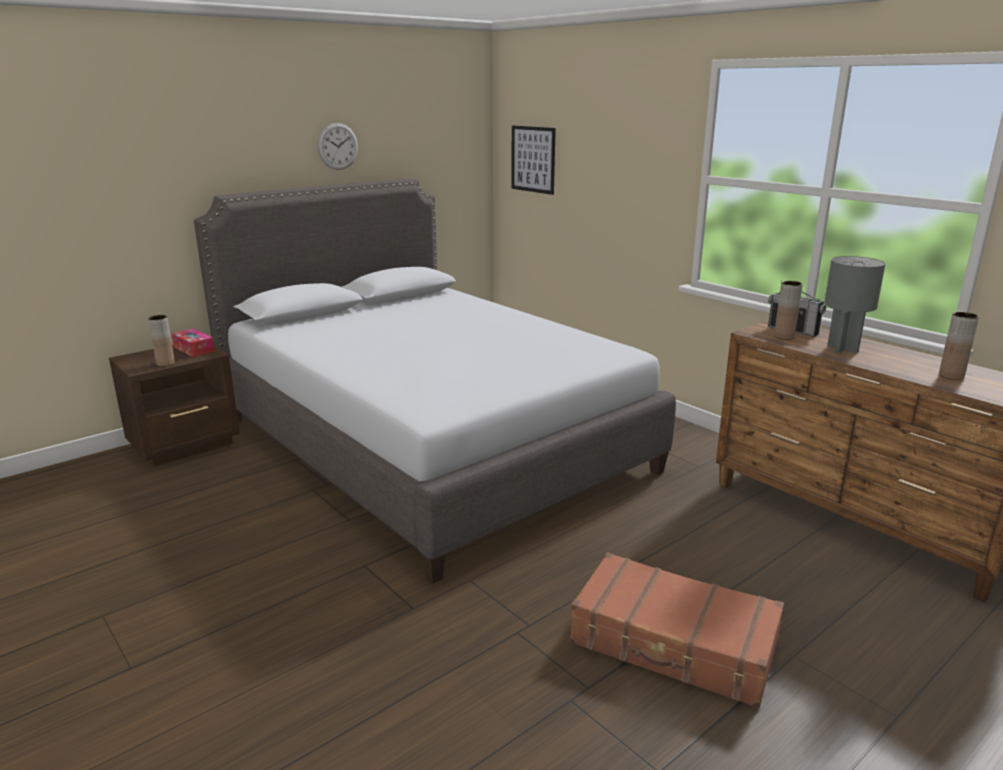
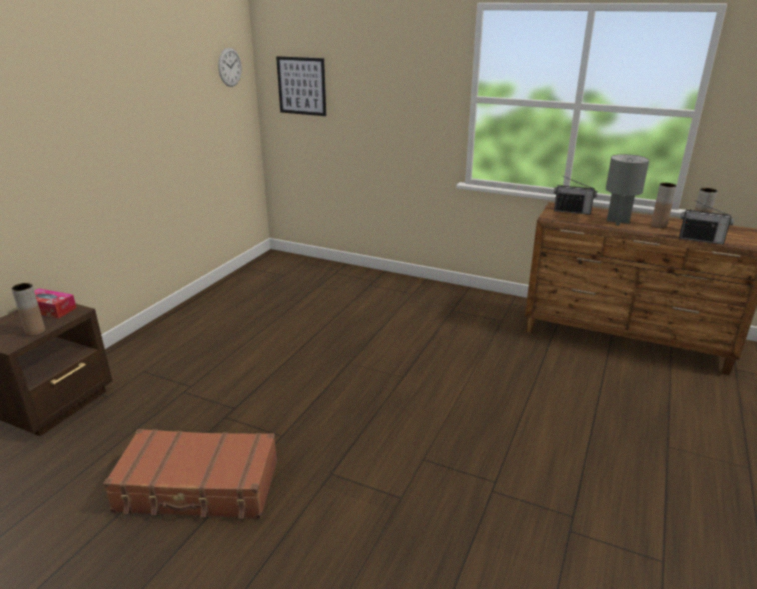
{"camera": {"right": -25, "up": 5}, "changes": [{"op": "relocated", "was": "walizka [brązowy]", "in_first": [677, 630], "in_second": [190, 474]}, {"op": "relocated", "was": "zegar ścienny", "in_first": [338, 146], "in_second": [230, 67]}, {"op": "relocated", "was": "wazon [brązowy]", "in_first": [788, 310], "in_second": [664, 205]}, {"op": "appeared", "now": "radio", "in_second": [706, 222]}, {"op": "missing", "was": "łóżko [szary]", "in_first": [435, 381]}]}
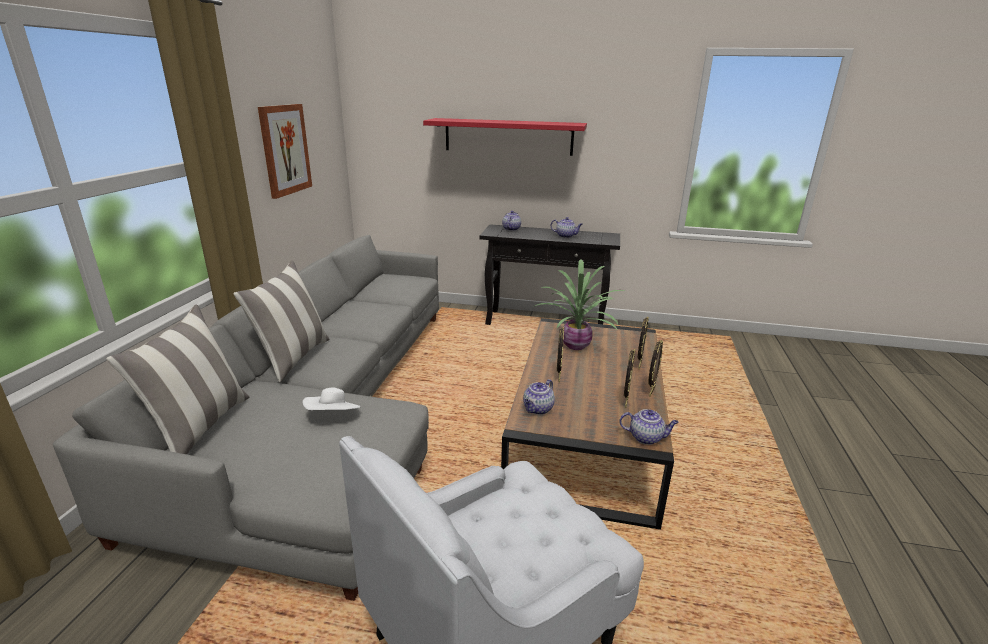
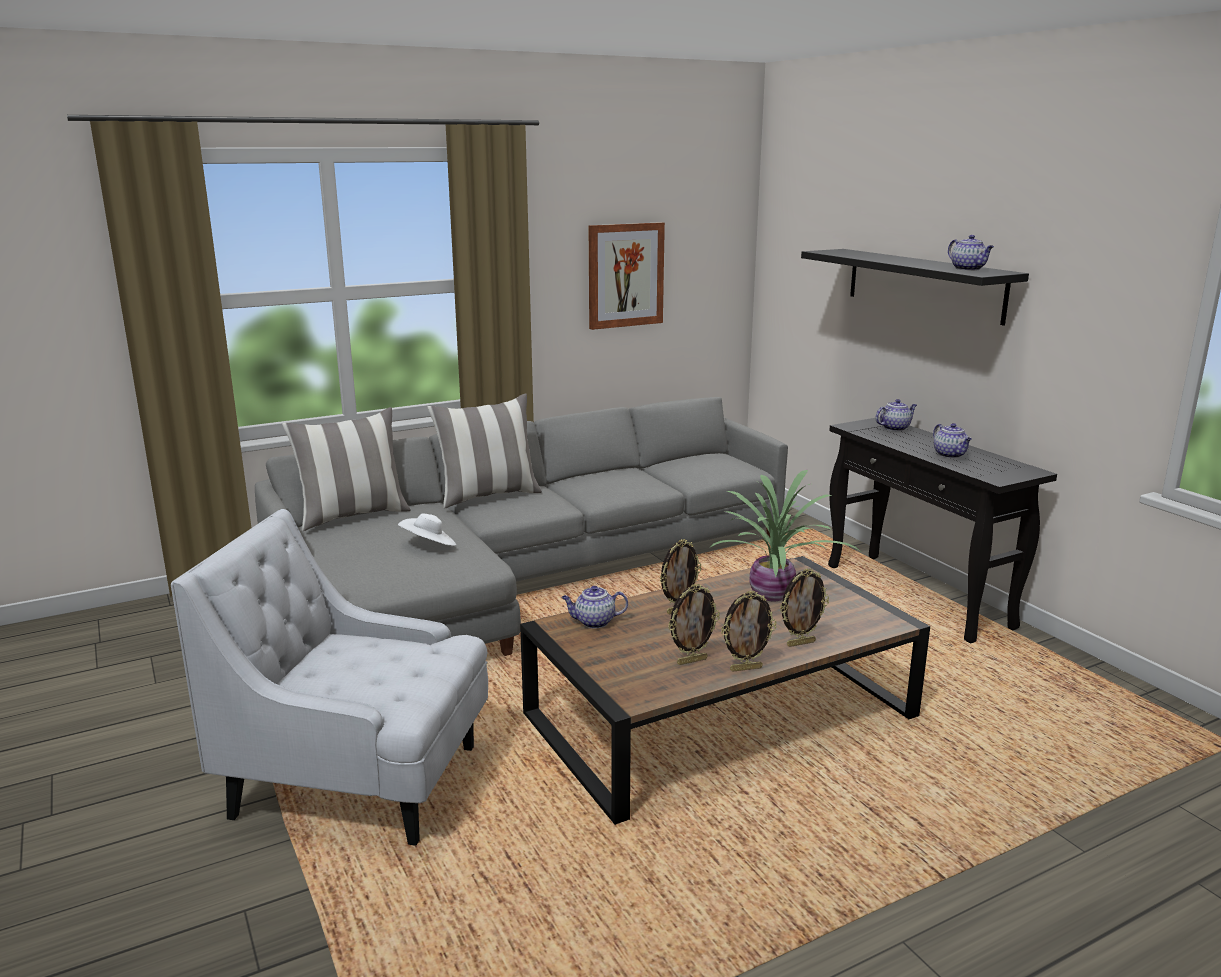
{"camera": {"right": 50, "up": -5}, "changes": [{"op": "colour", "was": "półka [czerwony]", "now": "półka [czarny]", "in_first": [505, 137], "in_second": [915, 287]}, {"op": "relocated", "was": "imbryk", "in_first": [649, 427], "in_second": [971, 253]}]}
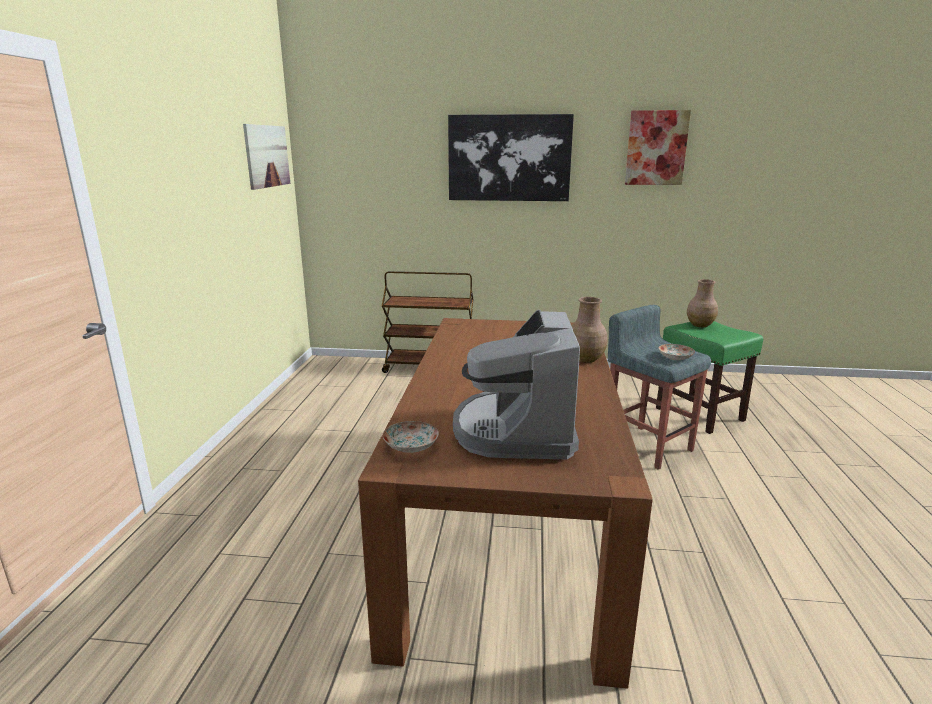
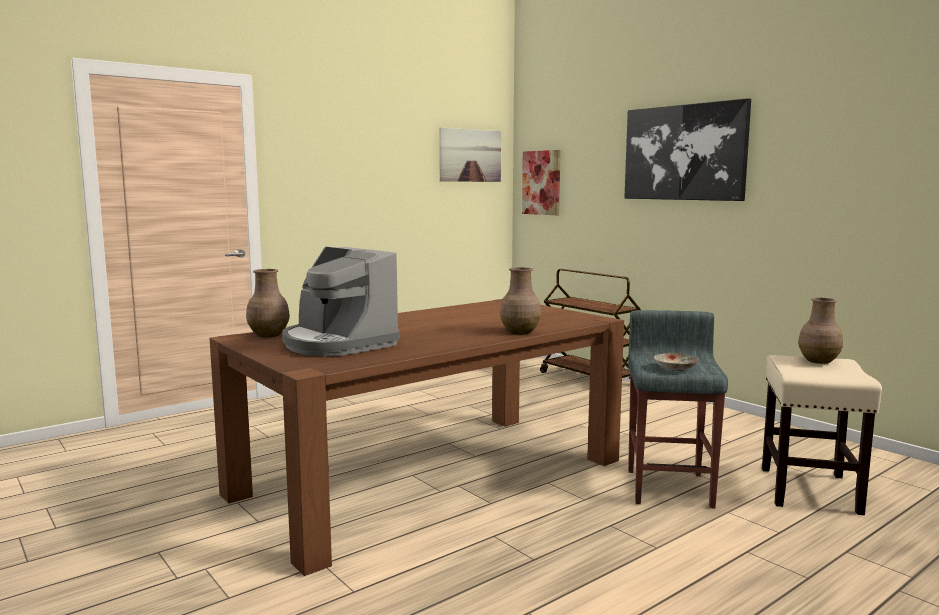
{"camera": {"right": 45, "up": -10}, "changes": [{"op": "exchanged", "was": "talerz", "now": "wazon [brązowy]", "in_first": [411, 437], "in_second": [268, 303]}, {"op": "spun", "was": "ekspres do kawy", "in_first": [516, 384], "in_second": [341, 302], "clockwise": -90}, {"op": "relocated", "was": "obraz", "in_first": [658, 147], "in_second": [541, 182]}, {"op": "colour", "was": "stołek [zielony]", "now": "stołek [beżowy]", "in_first": [709, 377], "in_second": [822, 435]}]}
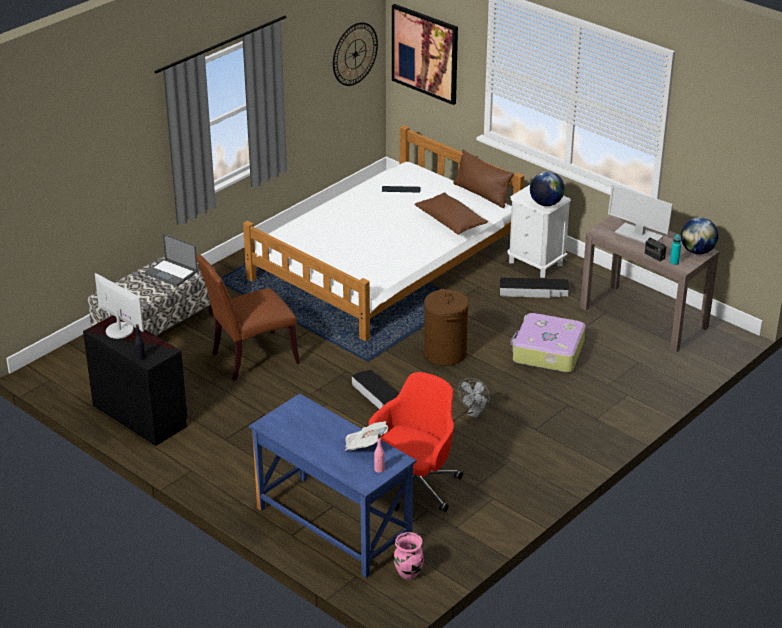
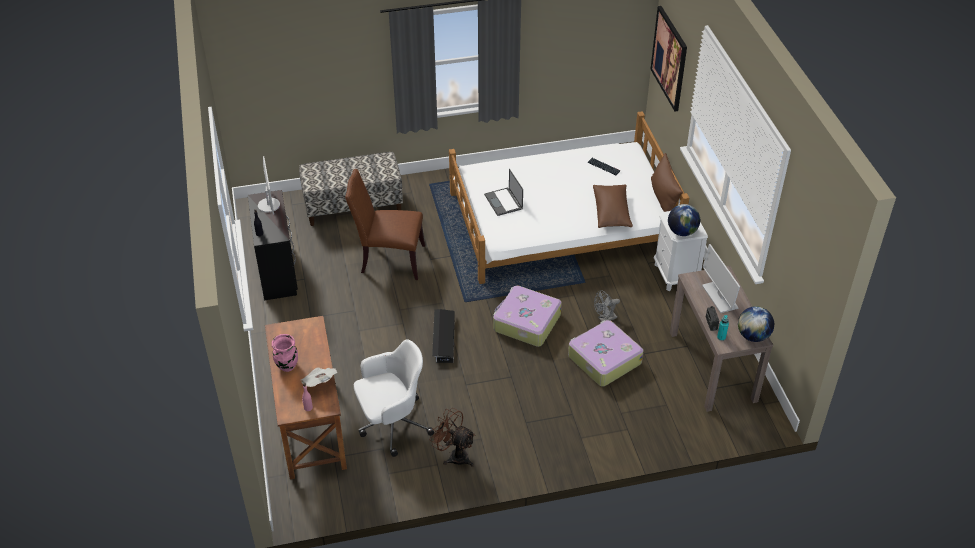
{"camera": {"right": 35, "up": 10}, "changes": [{"op": "colour", "was": "biurko [niebieski]", "now": "biurko [brązowy]", "in_first": [332, 485], "in_second": [306, 398]}, {"op": "relocated", "was": "wazon [różowy]", "in_first": [409, 555], "in_second": [285, 353]}, {"op": "colour", "was": "krzesło biurowe [czerwony]", "now": "krzesło biurowe [biały]", "in_first": [416, 442], "in_second": [394, 398]}, {"op": "appeared", "now": "wentylator [brązowy]", "in_second": [452, 437]}, {"op": "relocated", "was": "laptop", "in_first": [171, 260], "in_second": [503, 192]}, {"op": "exchanged", "was": "kosz na pranie [brązowy]", "now": "walizka", "in_first": [446, 327], "in_second": [527, 316]}, {"op": "relocated", "was": "wentylator [szary]", "in_first": [474, 398], "in_second": [607, 306]}, {"op": "missing", "was": "zegar ścienny", "in_first": [355, 54]}, {"op": "missing", "was": "pojemnik do przechowywania [czarny]", "in_first": [534, 287]}]}
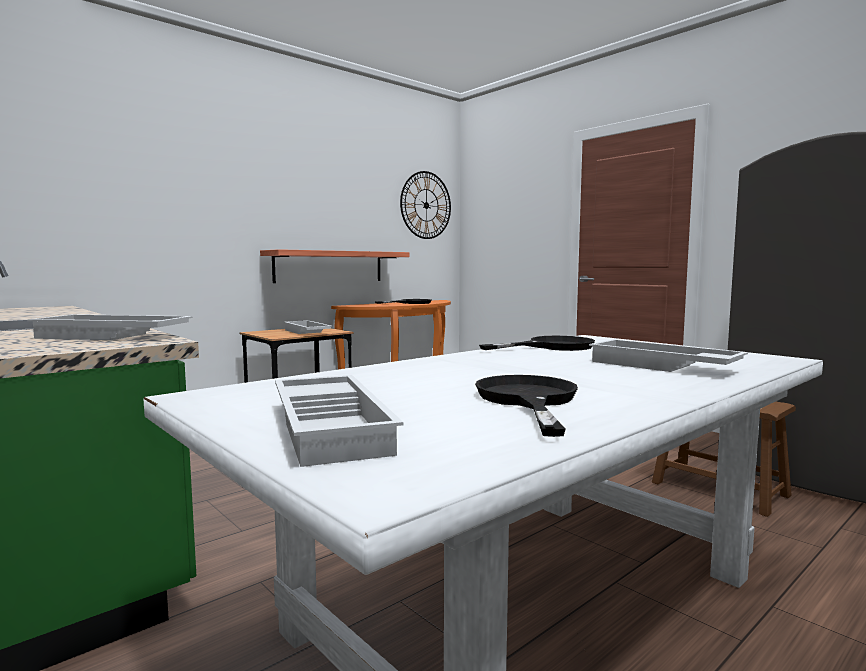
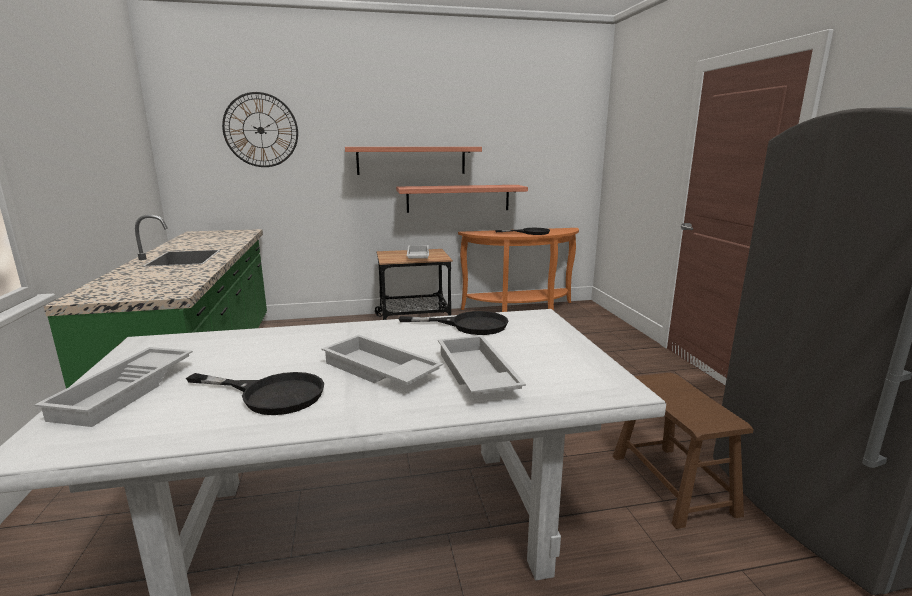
{"camera": {"right": 30, "up": 10}, "changes": [{"op": "spun", "was": "patelnia [czarny]", "in_first": [526, 406], "in_second": [255, 393], "clockwise": 75}, {"op": "relocated", "was": "zegar ścienny", "in_first": [425, 205], "in_second": [260, 129]}, {"op": "relocated", "was": "taca [biały]", "in_first": [110, 327], "in_second": [382, 360]}, {"op": "appeared", "now": "półka", "in_second": [413, 161]}]}
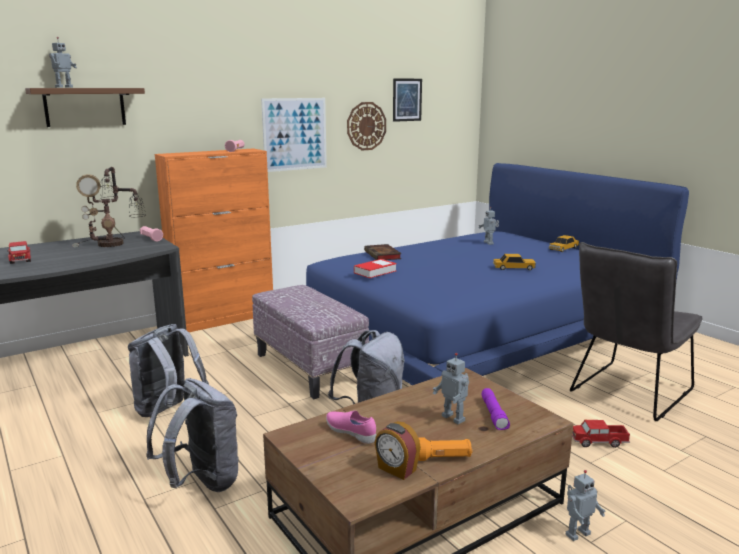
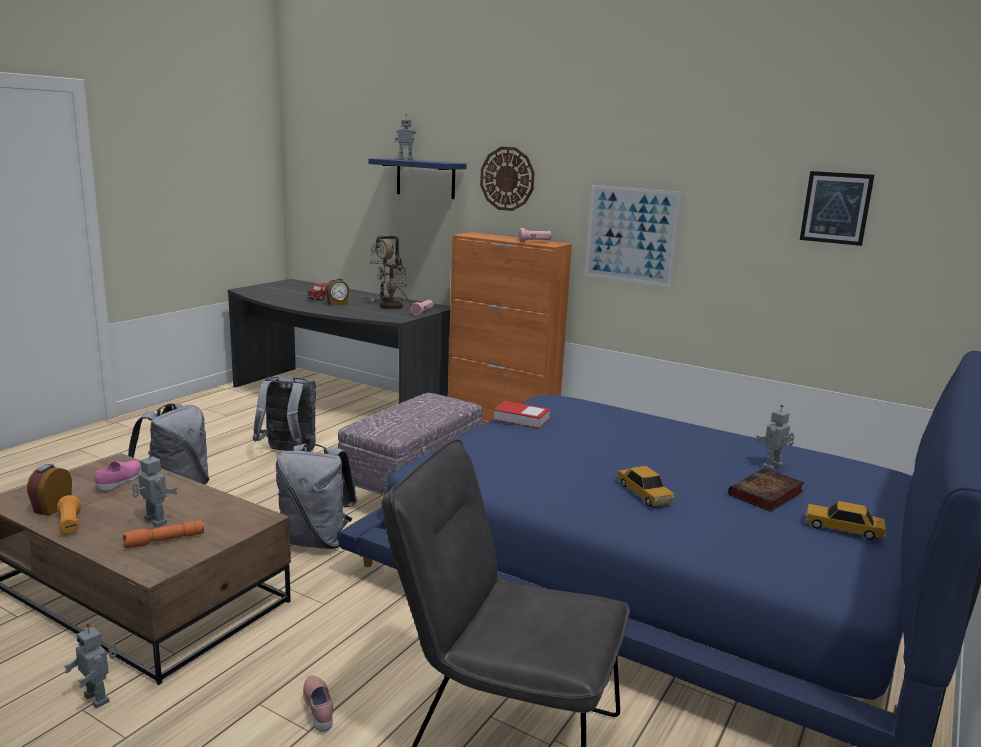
{"camera": {"right": 65, "up": 0}, "changes": [{"op": "colour", "was": "latarka [fioletowy]", "now": "latarka [pomarańczowy]", "in_first": [496, 409], "in_second": [163, 534]}, {"op": "spun", "was": "robot zabawkowy", "in_first": [451, 388], "in_second": [154, 489], "clockwise": 105}, {"op": "exchanged", "was": "ciężarówka zabawkowa", "now": "but [różowy]", "in_first": [601, 434], "in_second": [318, 703]}, {"op": "appeared", "now": "budzik", "in_second": [337, 292]}, {"op": "colour", "was": "półka [brązowy]", "now": "półka [niebieski]", "in_first": [85, 107], "in_second": [417, 179]}, {"op": "relocated", "was": "zegar ścienny", "in_first": [366, 126], "in_second": [507, 179]}, {"op": "relocated", "was": "książka", "in_first": [383, 252], "in_second": [766, 490]}]}
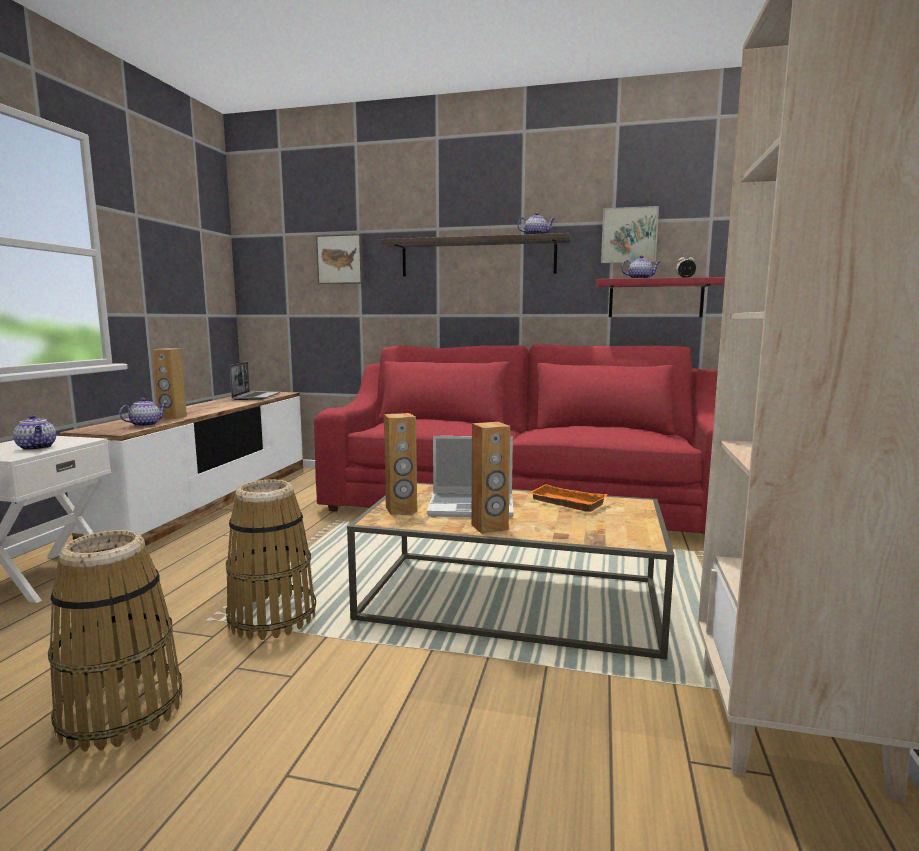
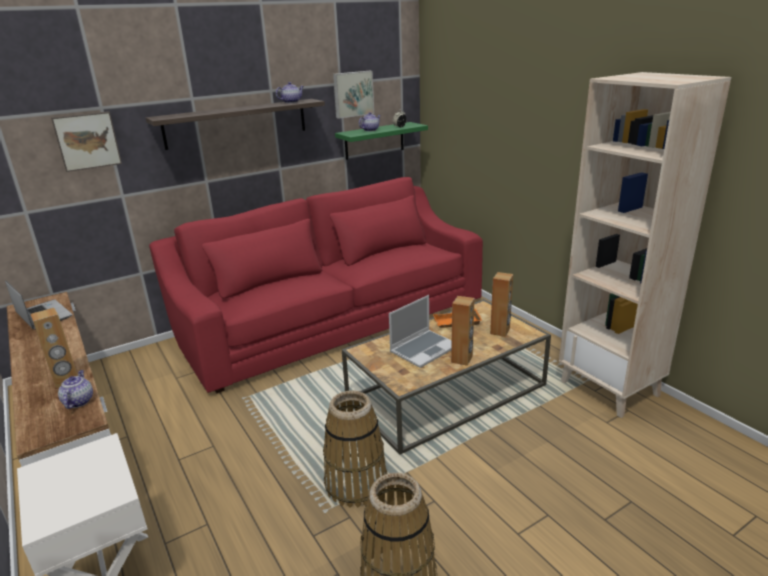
{"camera": {"right": -45, "up": 15}, "changes": [{"op": "colour", "was": "półka [czerwony]", "now": "półka [zielony]", "in_first": [660, 297], "in_second": [381, 141]}, {"op": "relocated", "was": "głośnik [brązowy]", "in_first": [400, 464], "in_second": [501, 304]}, {"op": "missing", "was": "imbryk", "in_first": [34, 432]}]}
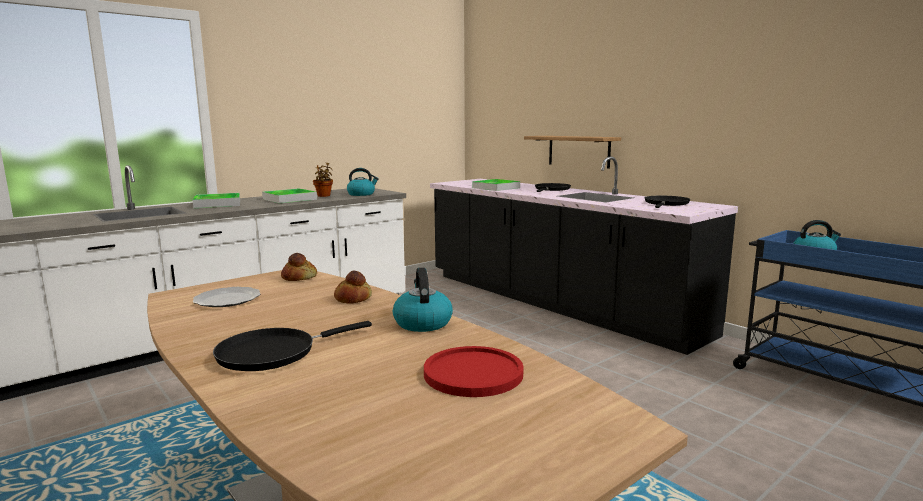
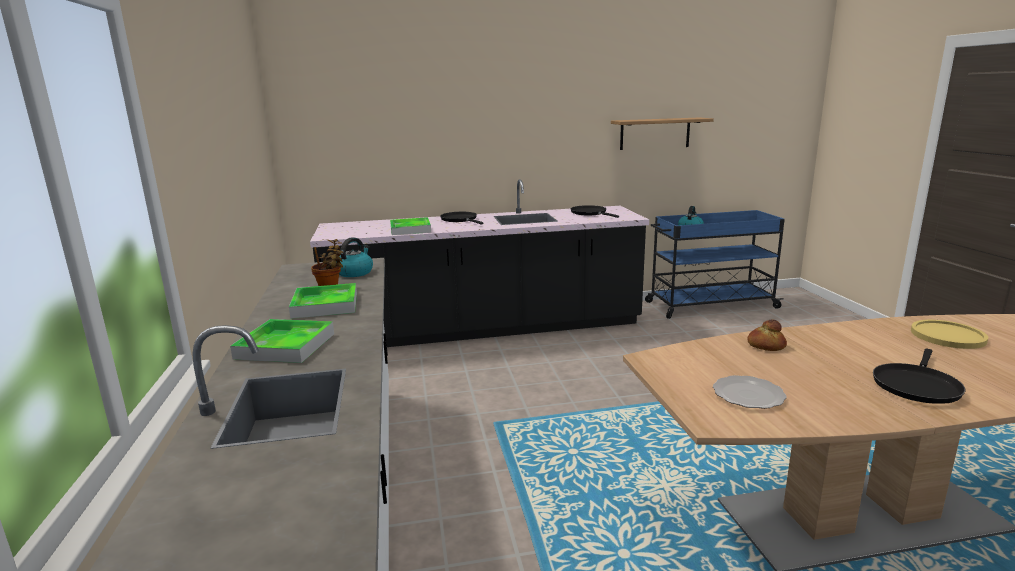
{"camera": {"right": -60, "up": 5}, "changes": [{"op": "relocated", "was": "półka", "in_first": [572, 152], "in_second": [662, 133]}, {"op": "spun", "was": "patelnia [czarny]", "in_first": [292, 346], "in_second": [919, 376], "clockwise": 45}, {"op": "colour", "was": "talerz [czerwony]", "now": "talerz [żółty]", "in_first": [474, 371], "in_second": [949, 334]}, {"op": "missing", "was": "chleb", "in_first": [299, 267]}, {"op": "missing", "was": "czajnik", "in_first": [423, 300]}]}
